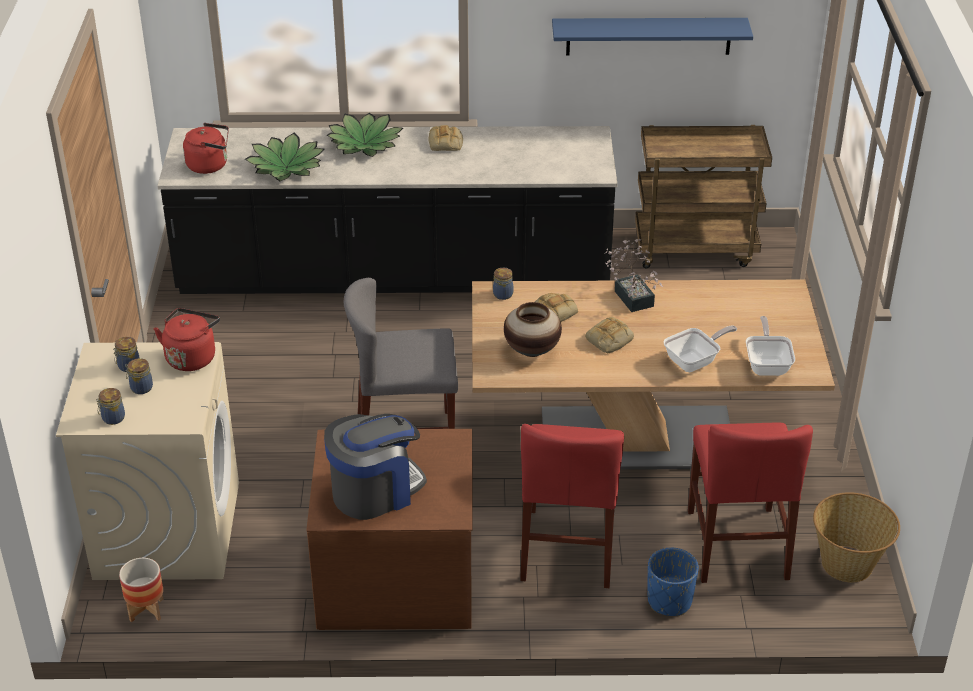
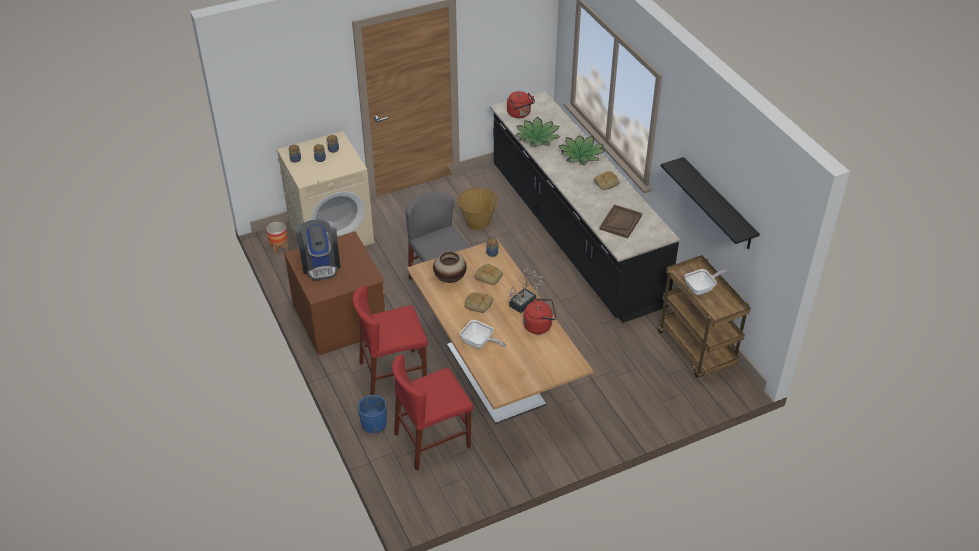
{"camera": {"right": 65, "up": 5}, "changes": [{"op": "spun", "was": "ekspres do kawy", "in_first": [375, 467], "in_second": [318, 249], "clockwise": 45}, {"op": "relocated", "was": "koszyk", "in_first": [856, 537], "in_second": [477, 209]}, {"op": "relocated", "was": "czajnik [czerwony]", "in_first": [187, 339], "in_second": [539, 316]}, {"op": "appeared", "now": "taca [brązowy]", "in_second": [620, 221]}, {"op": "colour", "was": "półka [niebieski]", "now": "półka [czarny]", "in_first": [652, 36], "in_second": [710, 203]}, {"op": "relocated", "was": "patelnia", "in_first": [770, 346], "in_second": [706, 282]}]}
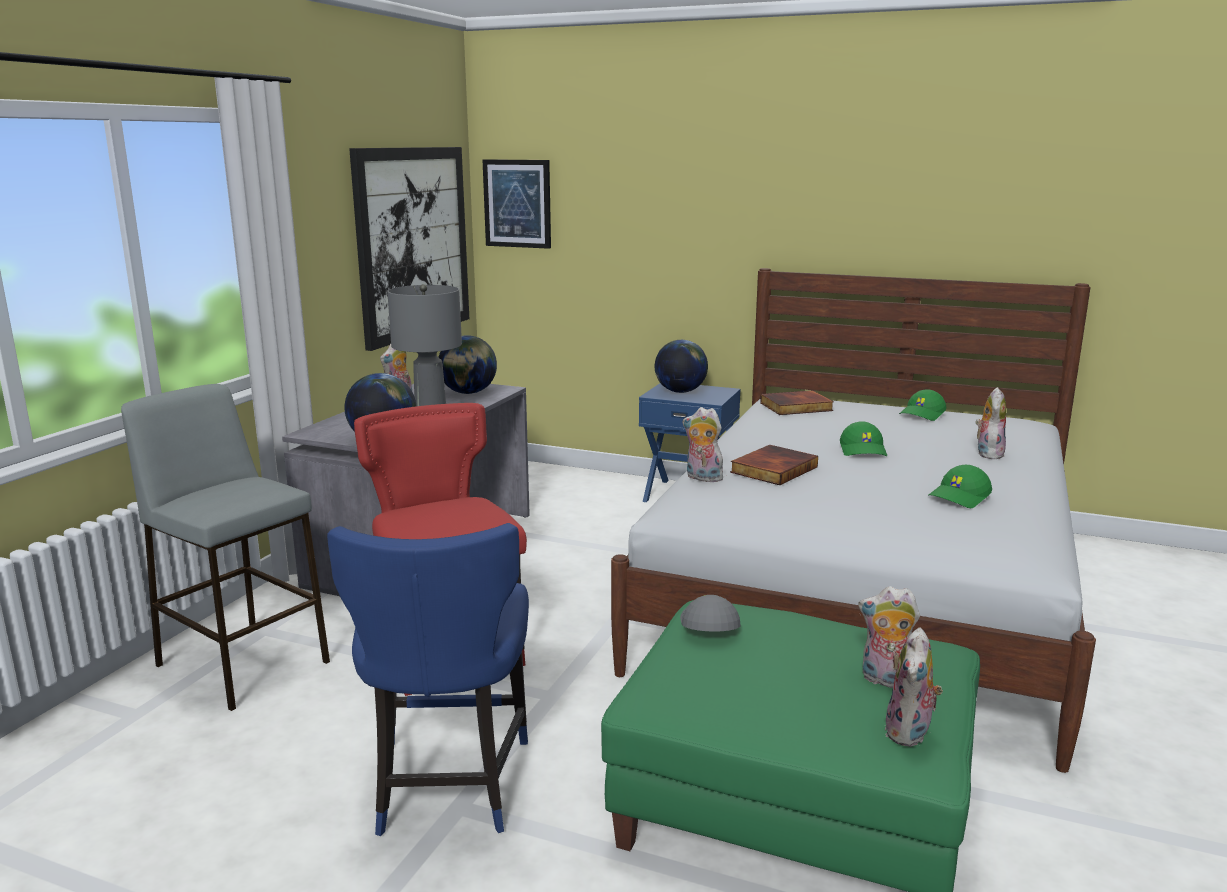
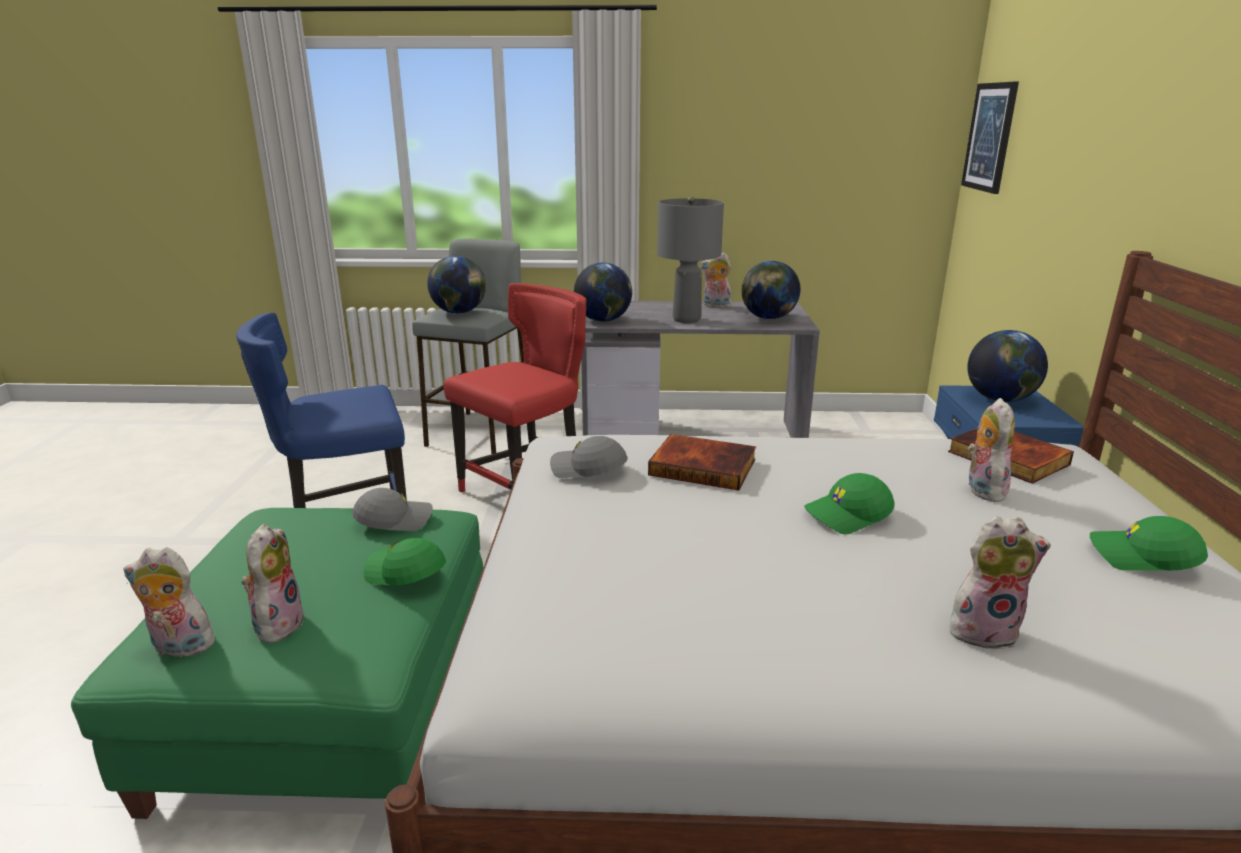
{"camera": {"right": 70, "up": 5}, "changes": [{"op": "relocated", "was": "czapka z daszkiem [zielony]", "in_first": [960, 486], "in_second": [405, 562]}, {"op": "appeared", "now": "globus", "in_second": [456, 285]}, {"op": "appeared", "now": "czapka z daszkiem [szary]", "in_second": [589, 457]}, {"op": "relocated", "was": "pluszak", "in_first": [703, 444], "in_second": [991, 450]}, {"op": "missing", "was": "obraz", "in_first": [409, 249]}]}
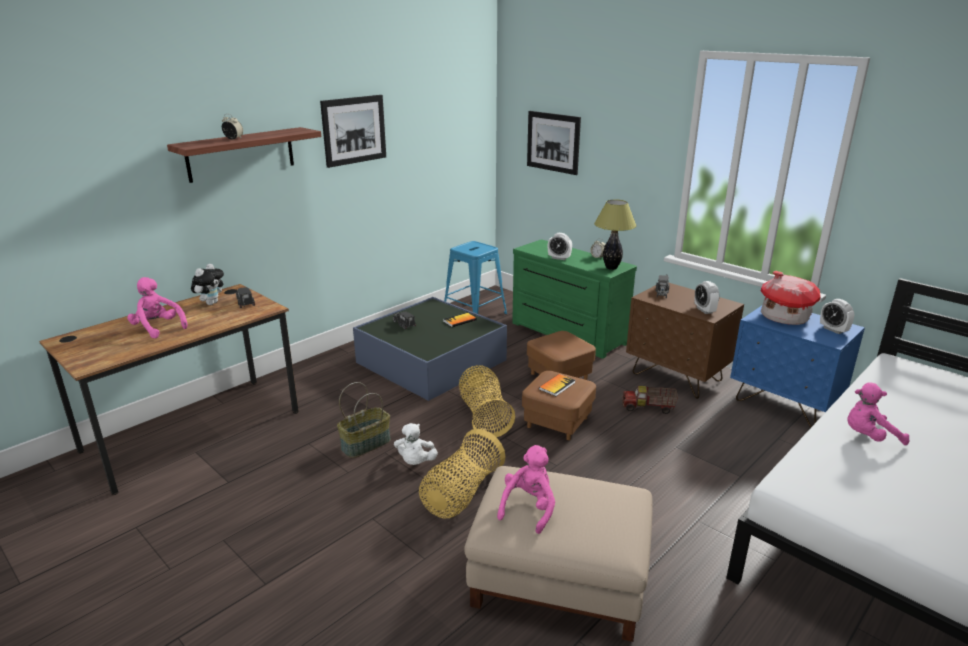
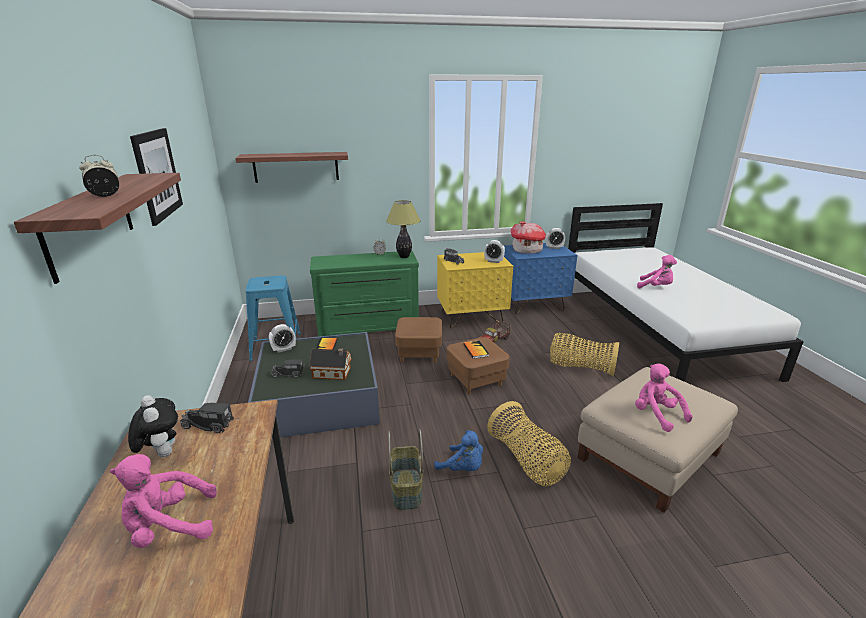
{"camera": {"right": -55, "up": 0}, "changes": [{"op": "exchanged", "was": "obraz", "now": "półka", "in_first": [554, 143], "in_second": [291, 167]}, {"op": "relocated", "was": "budzik", "in_first": [560, 246], "in_second": [282, 338]}, {"op": "appeared", "now": "domek", "in_second": [330, 364]}, {"op": "colour", "was": "pluszak [biały]", "now": "pluszak [niebieski]", "in_first": [416, 444], "in_second": [458, 450]}, {"op": "colour", "was": "szafka nocna [brązowy]", "now": "szafka nocna [żółty]", "in_first": [685, 341], "in_second": [475, 290]}, {"op": "relocated", "was": "koszyk", "in_first": [487, 401], "in_second": [584, 354]}, {"op": "spun", "was": "pluszak [różowy]", "in_first": [878, 413], "in_second": [657, 272], "clockwise": -90}]}
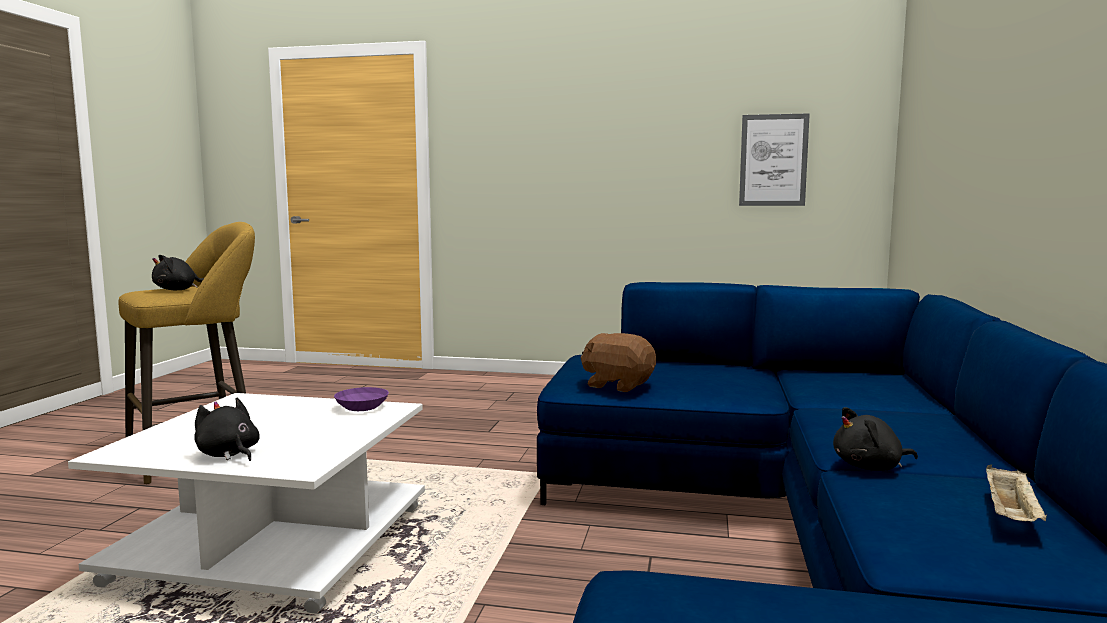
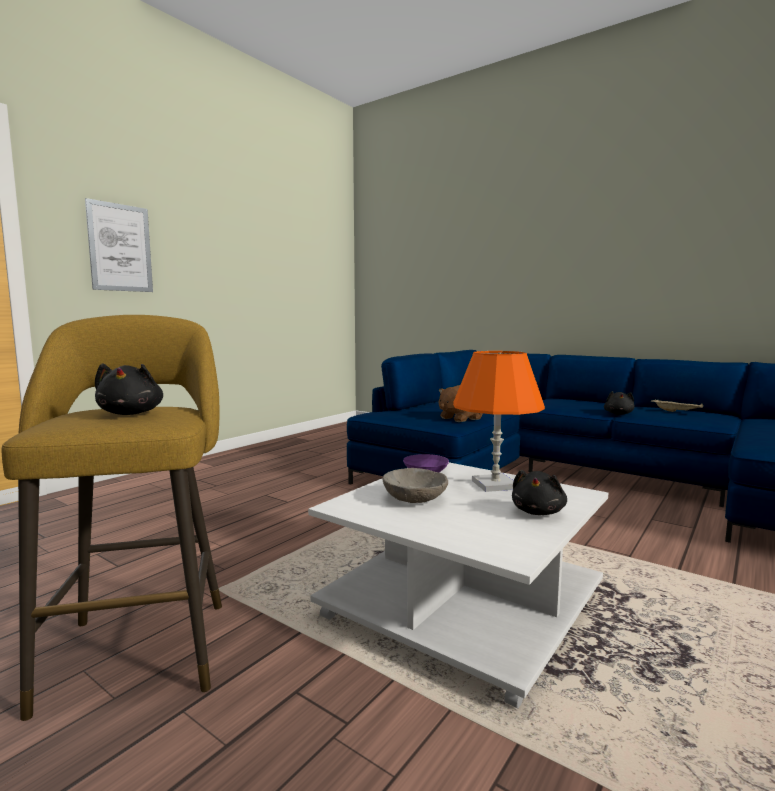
{"camera": {"right": -65, "up": 0}, "changes": [{"op": "relocated", "was": "obraz", "in_first": [774, 159], "in_second": [119, 245]}, {"op": "appeared", "now": "miska [szary]", "in_second": [415, 485]}, {"op": "appeared", "now": "lampa stołowa [pomarańczowy]", "in_second": [499, 421]}, {"op": "spun", "was": "pluszak [czarny]", "in_first": [227, 429], "in_second": [539, 492], "clockwise": -45}]}
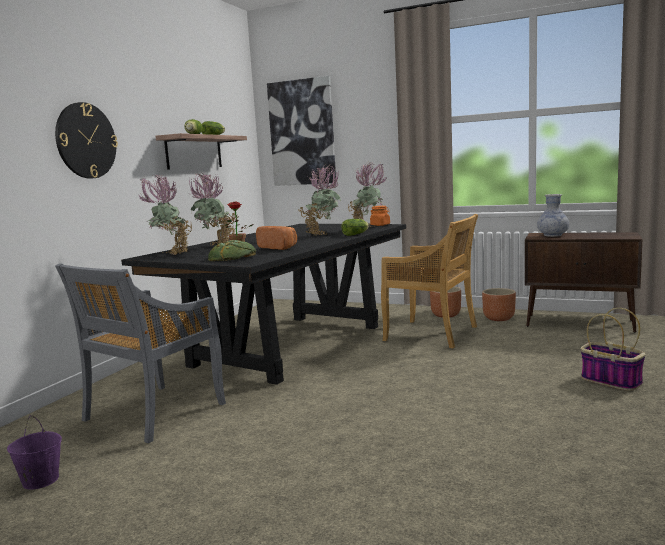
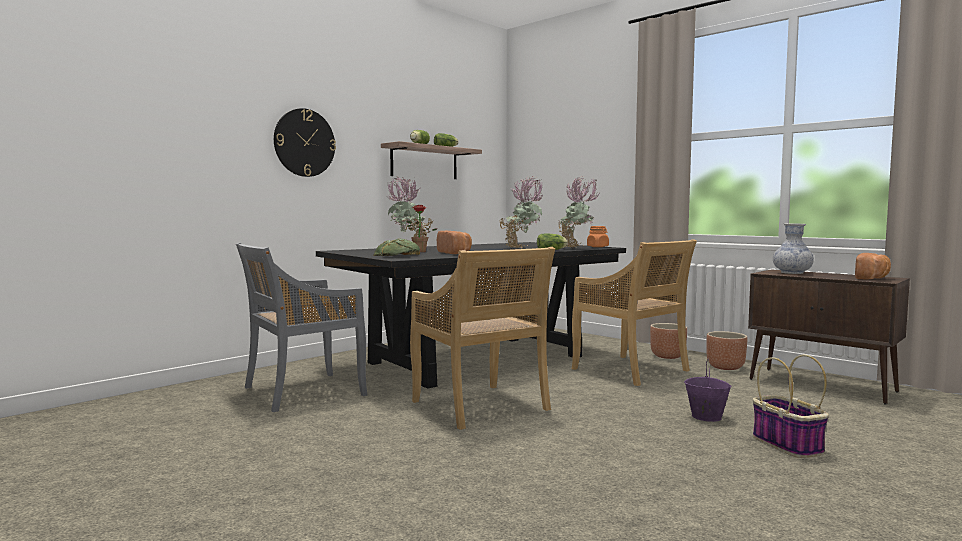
{"camera": {"right": 20, "up": -5}, "changes": [{"op": "appeared", "now": "krzesło [beżowy]", "in_second": [482, 338]}, {"op": "relocated", "was": "wiadro [fioletowy]", "in_first": [34, 453], "in_second": [708, 390]}, {"op": "appeared", "now": "chleb", "in_second": [873, 266]}, {"op": "missing", "was": "roślina doniczkowa", "in_first": [165, 215]}, {"op": "missing", "was": "obraz", "in_first": [301, 131]}]}
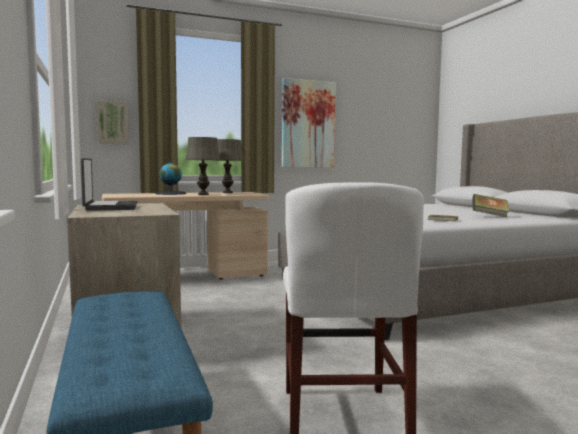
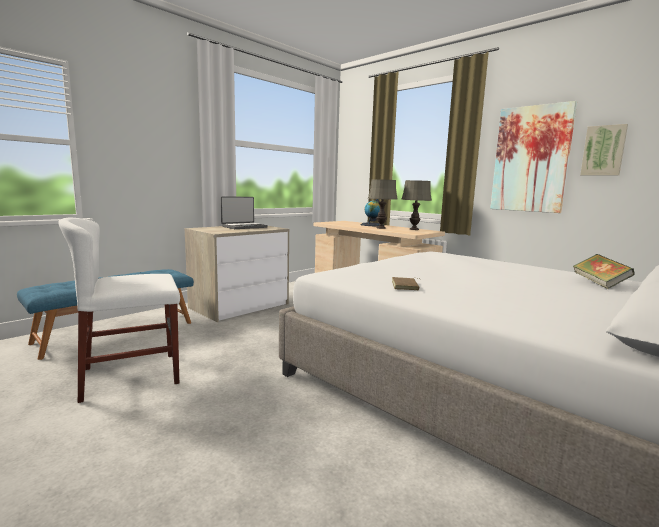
{"camera": {"right": 65, "up": 5}, "changes": [{"op": "relocated", "was": "książka", "in_first": [491, 205], "in_second": [604, 271]}, {"op": "relocated", "was": "obraz", "in_first": [112, 122], "in_second": [604, 150]}]}
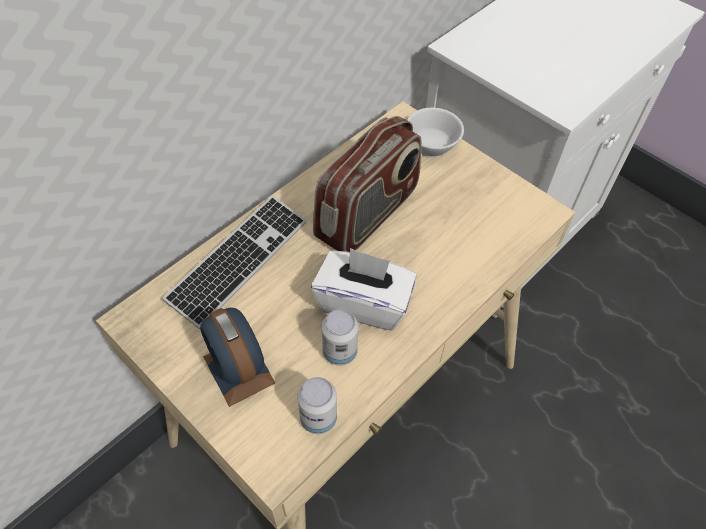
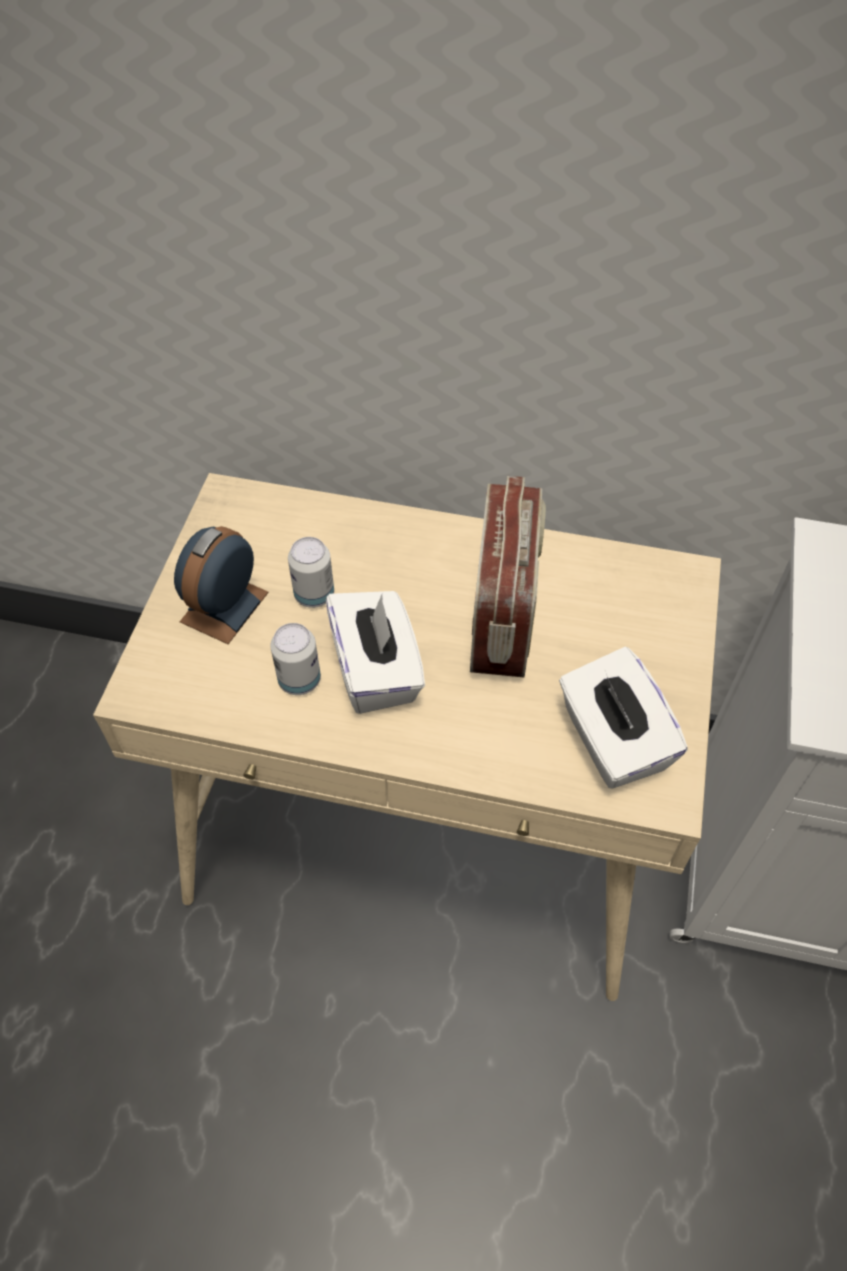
{"camera": {"right": 60, "up": 0}, "changes": [{"op": "relocated", "was": "puszka", "in_first": [317, 405], "in_second": [311, 572]}, {"op": "spun", "was": "radio", "in_first": [367, 184], "in_second": [508, 576], "clockwise": -90}, {"op": "appeared", "now": "pudełko chusteczek [biały]", "in_second": [623, 718]}, {"op": "missing", "was": "klawiatura", "in_first": [234, 262]}, {"op": "missing", "was": "filiżanka [biały]", "in_first": [435, 133]}]}
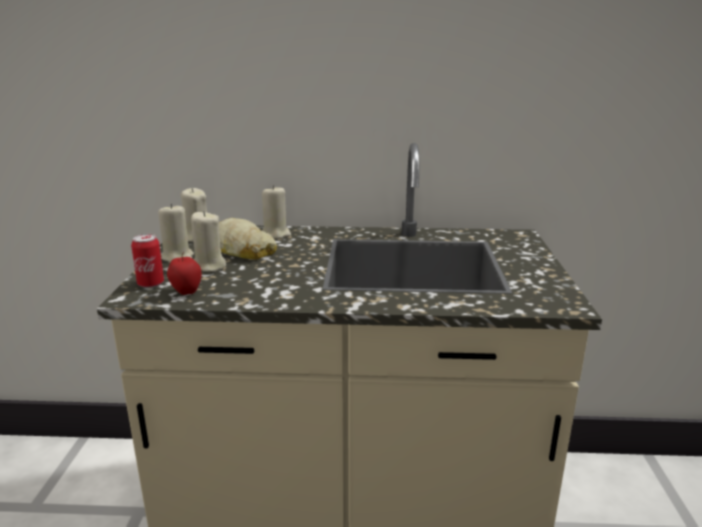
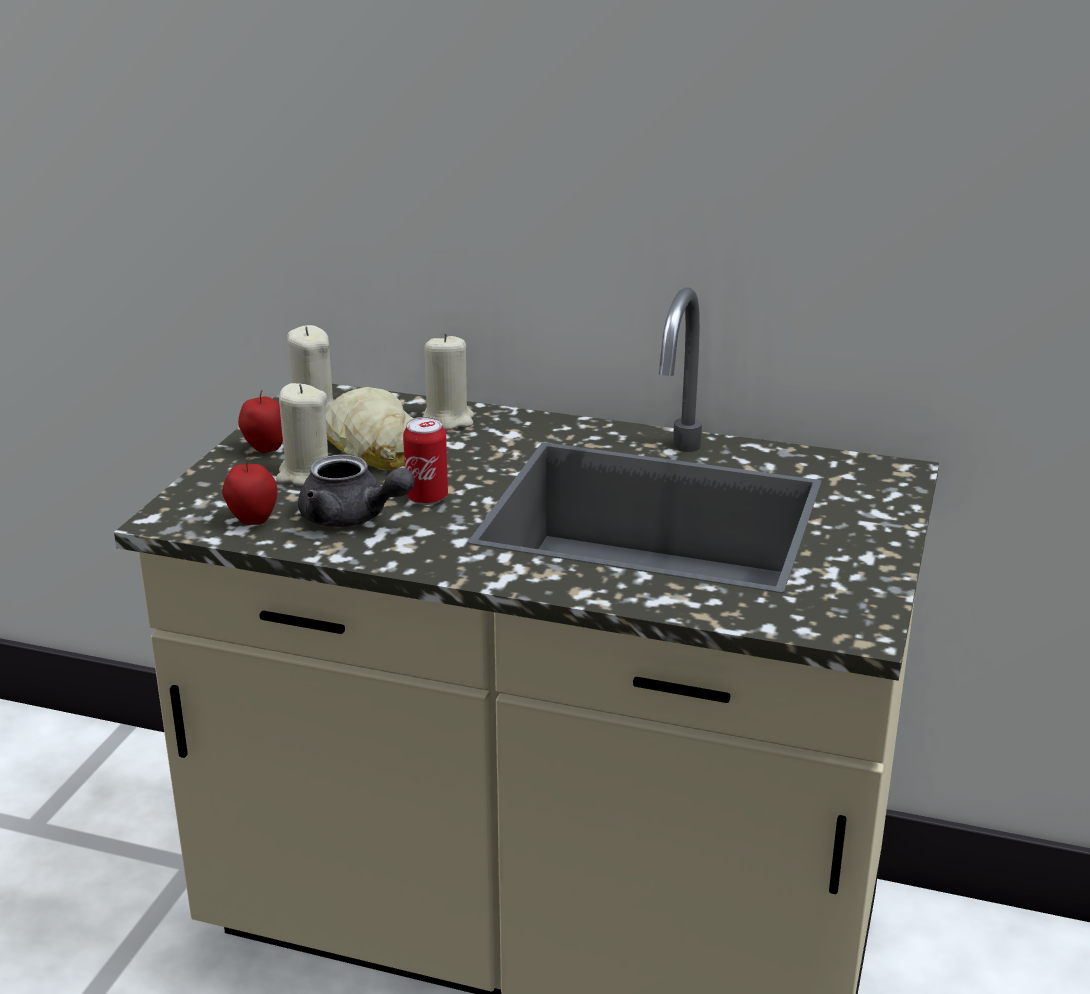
{"camera": {"right": 15, "up": 5}, "changes": [{"op": "exchanged", "was": "świeca [beżowy]", "now": "jabłko", "in_first": [176, 232], "in_second": [260, 421]}, {"op": "appeared", "now": "imbryk [szary]", "in_second": [356, 490]}, {"op": "relocated", "was": "puszka", "in_first": [147, 261], "in_second": [425, 461]}]}
